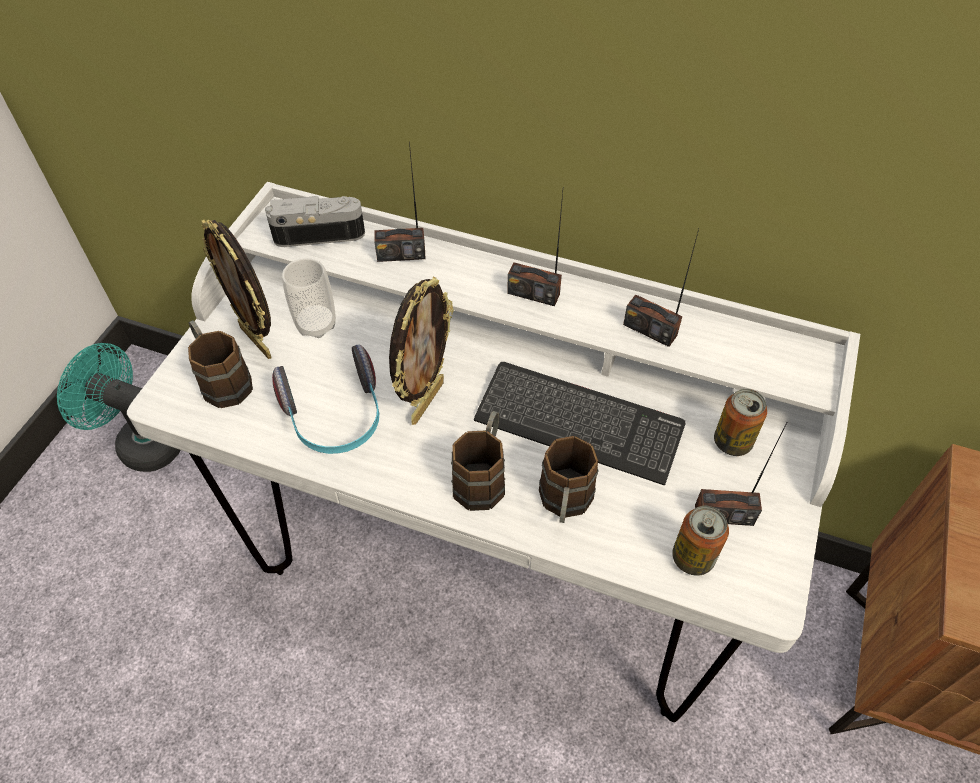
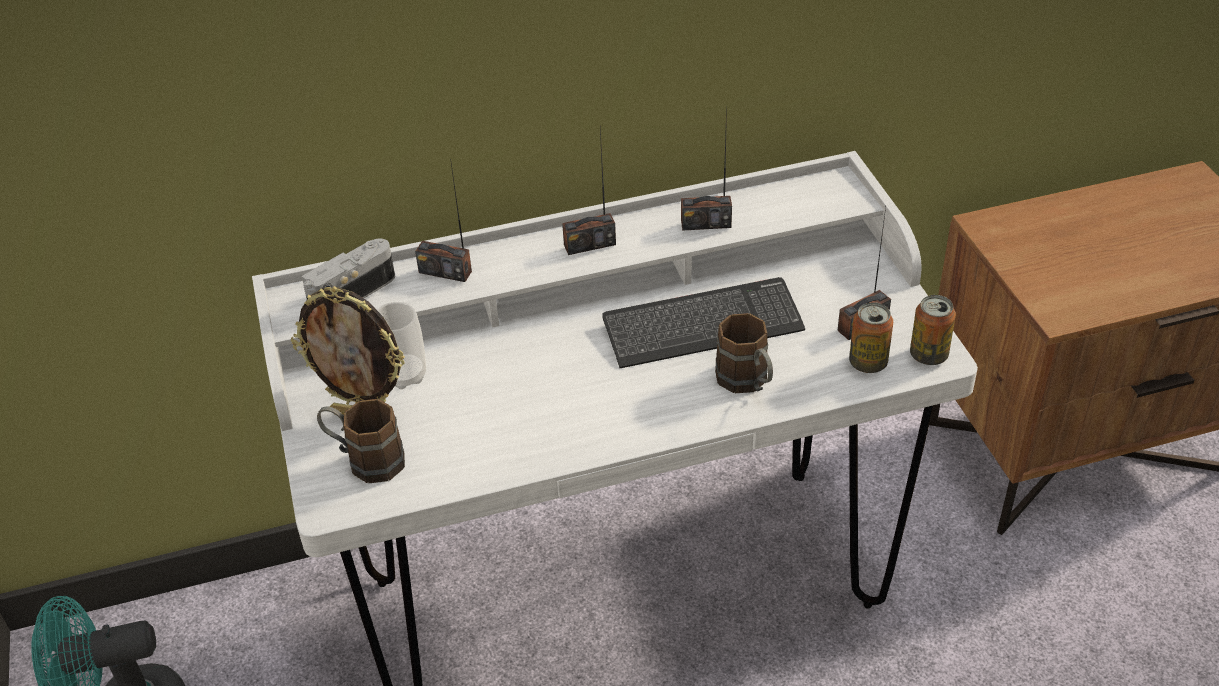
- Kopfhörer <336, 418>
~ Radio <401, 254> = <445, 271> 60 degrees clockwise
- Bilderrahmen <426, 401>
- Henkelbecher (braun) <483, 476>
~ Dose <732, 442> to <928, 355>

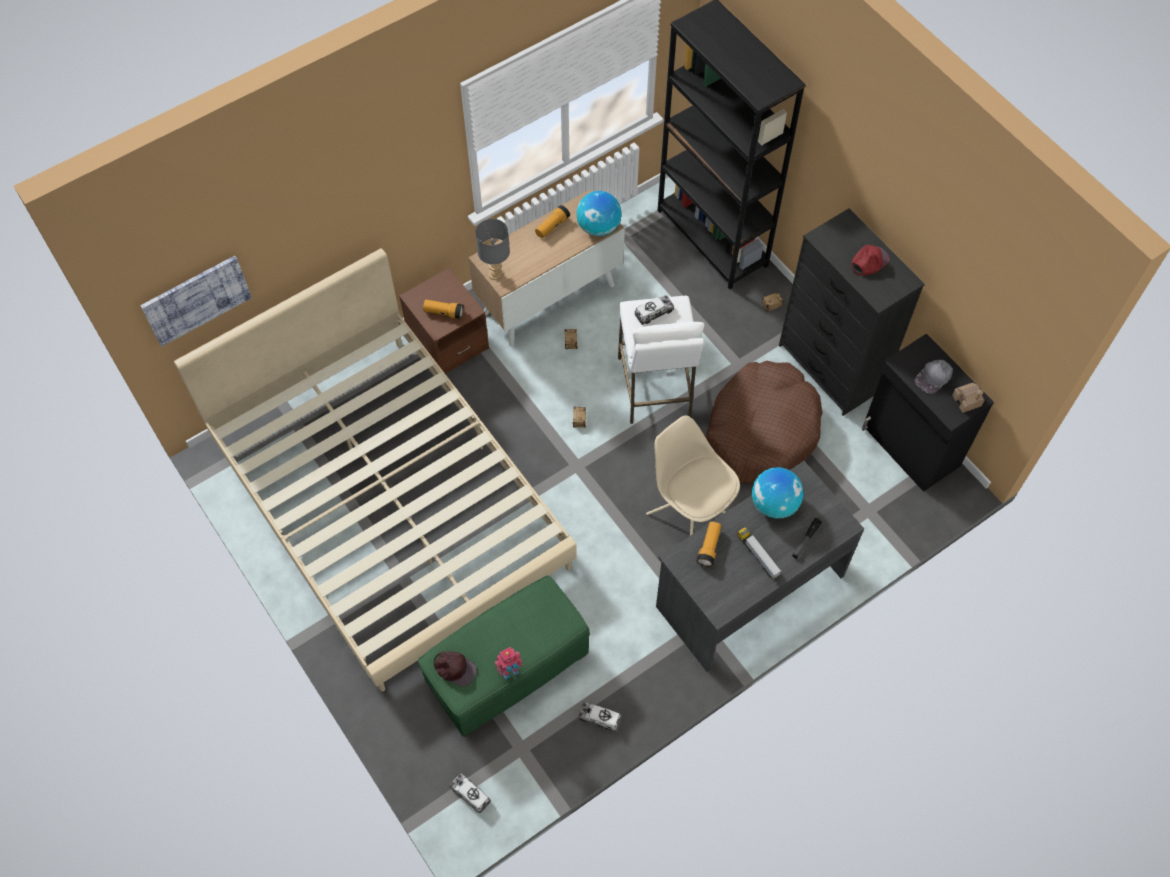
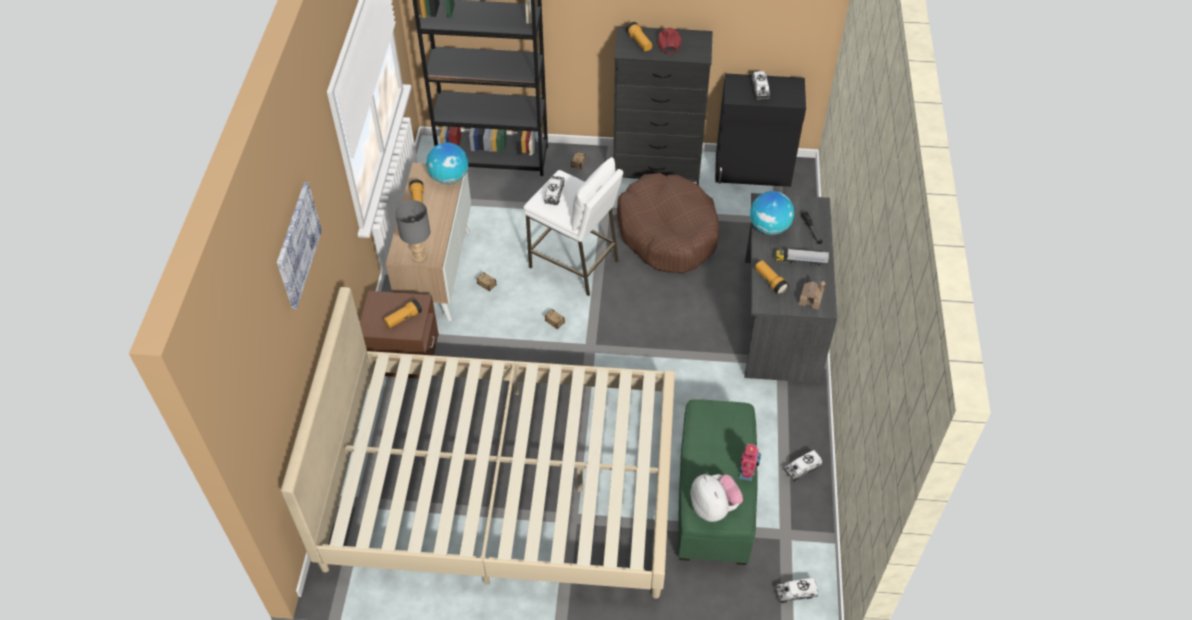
~ Bild <196, 299> to <297, 245>
~ Kappe (braun) <454, 668> to Plüschtier <714, 507>
- Stuhl (beige) <689, 514>
~ Kappe (grau) <934, 377> to Spielzeuglaster <760, 90>
~ Spielzeughaus <966, 401> to <810, 300>
+ Taschenlampe <639, 42>

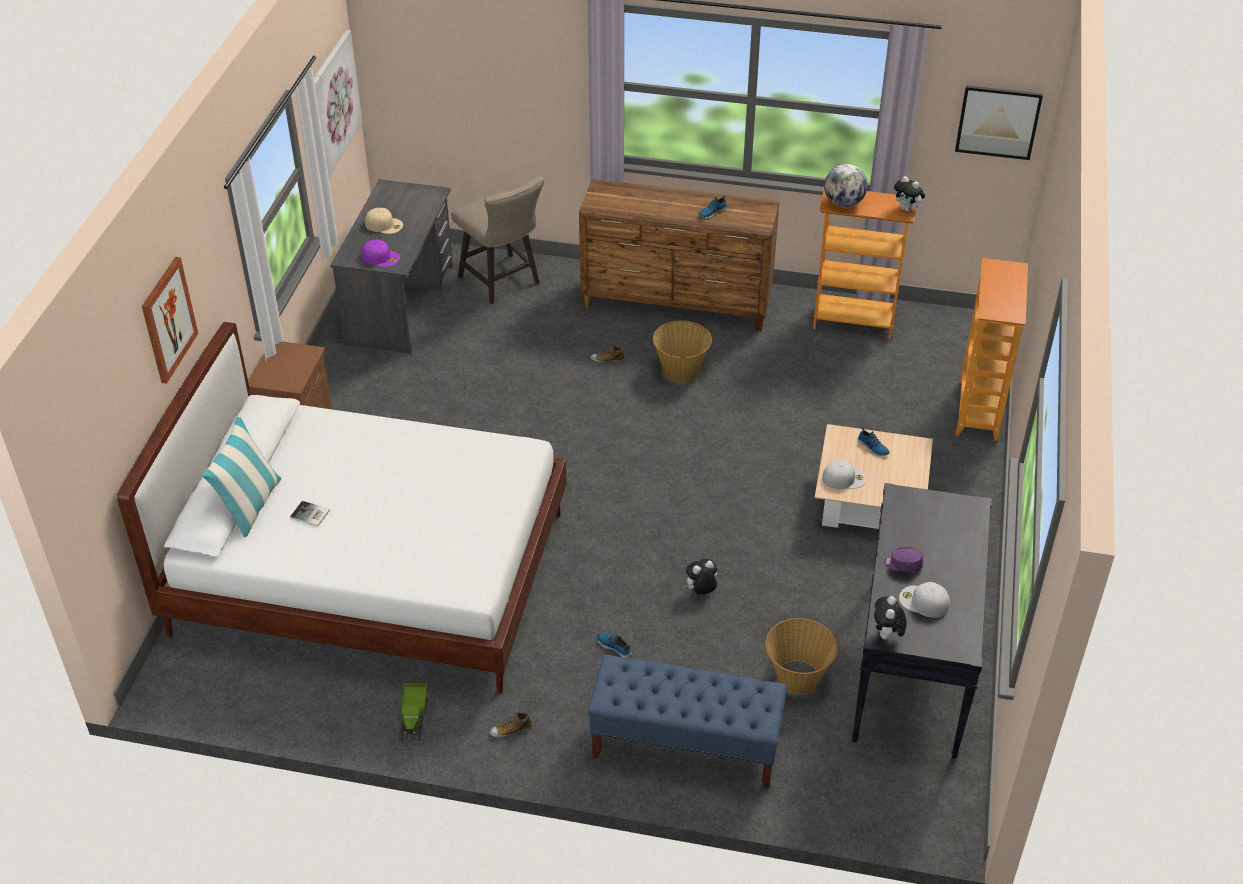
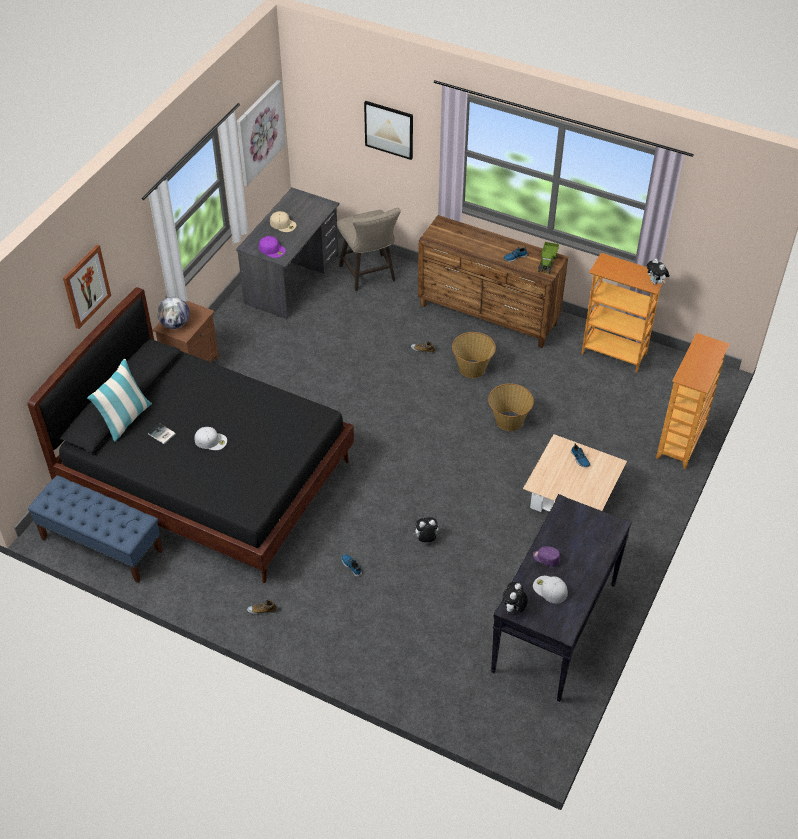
~ Bett (weiß) <371, 572> to Bett (schwarz) <207, 477>
~ Spielzeuglaster <414, 717> to <547, 262>
~ Bank (blau) <685, 746> to <101, 545>
~ Korb <797, 677> to <508, 421>
~ Kappe (weiß) <844, 478> to <211, 440>
~ Globus <843, 203> to <175, 324>
~ Bild <998, 122> to <389, 129>

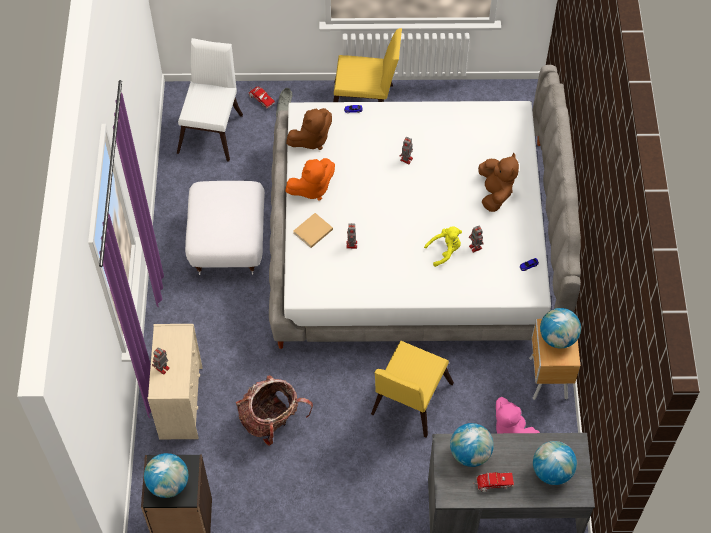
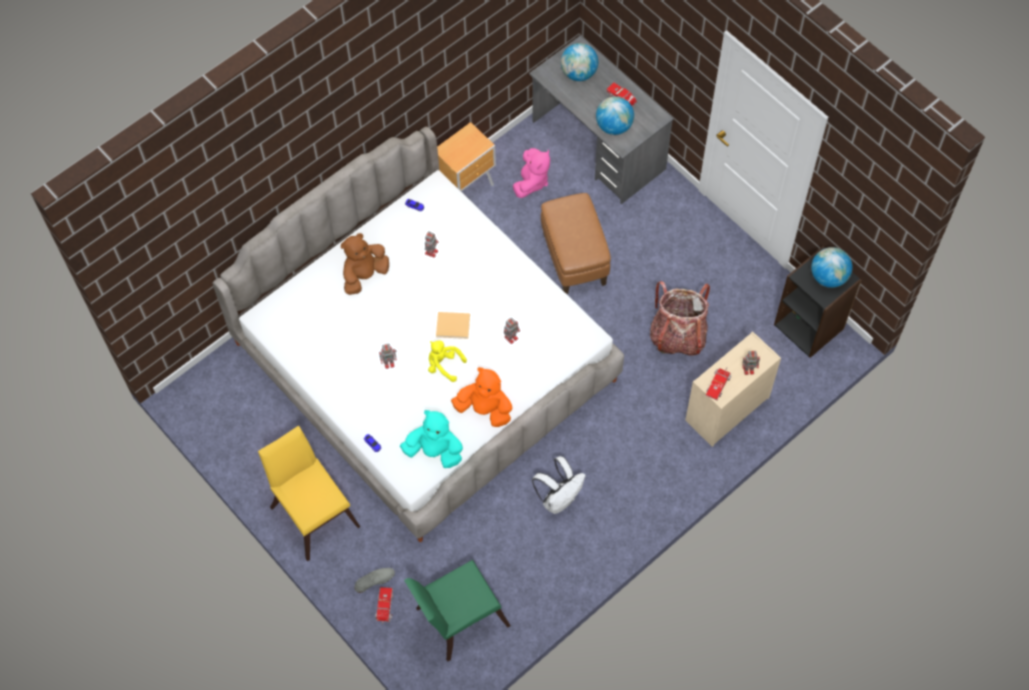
~ Stuhl (weiß) <212, 129> to Stuhl (grün) <456, 619>
~ Polsterhocker (weiß) <229, 243> to Rucksack (weiß) <559, 498>
~ Plüschtier (braun) <311, 139> to Plüschtier (türkis) <435, 451>
~ Buch (beige) <312, 232> to <454, 326>
~ Stuhl (gelb) <408, 403> to Polsterhocker (braun) <574, 259>
~ Plüschtier (gelb) <445, 251> to <444, 365>
- Globus <558, 337>
+ Spielzeuglaster <718, 384>

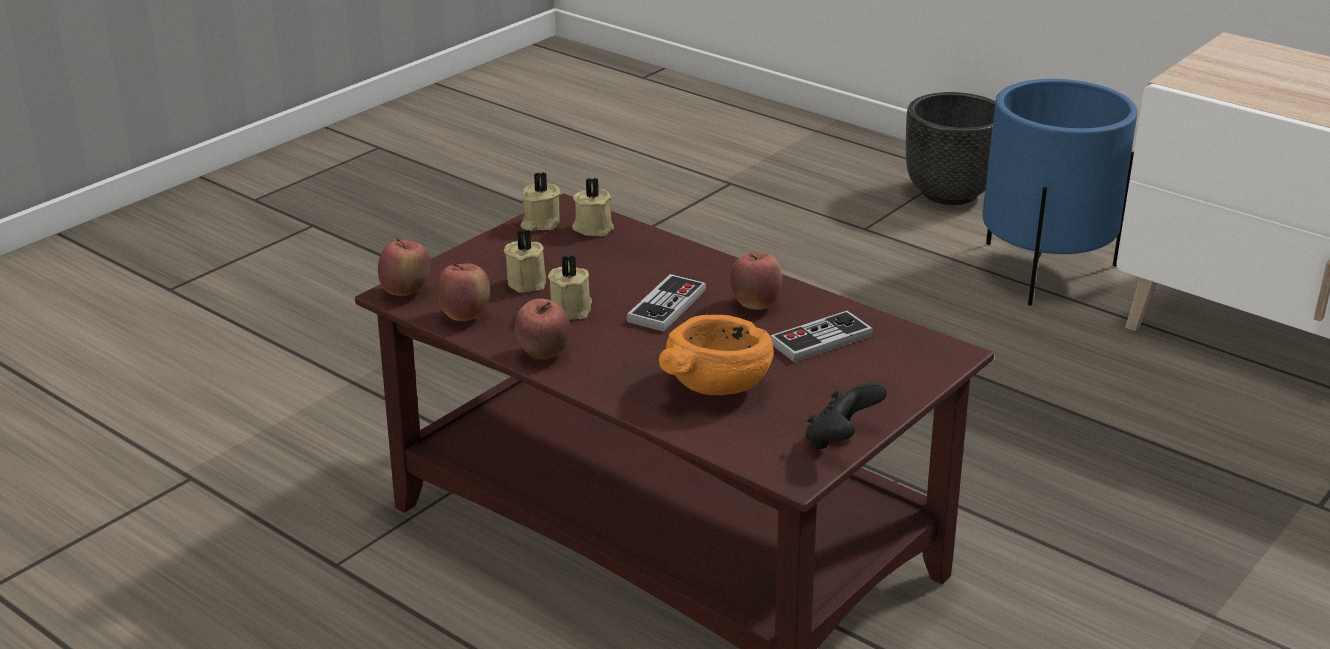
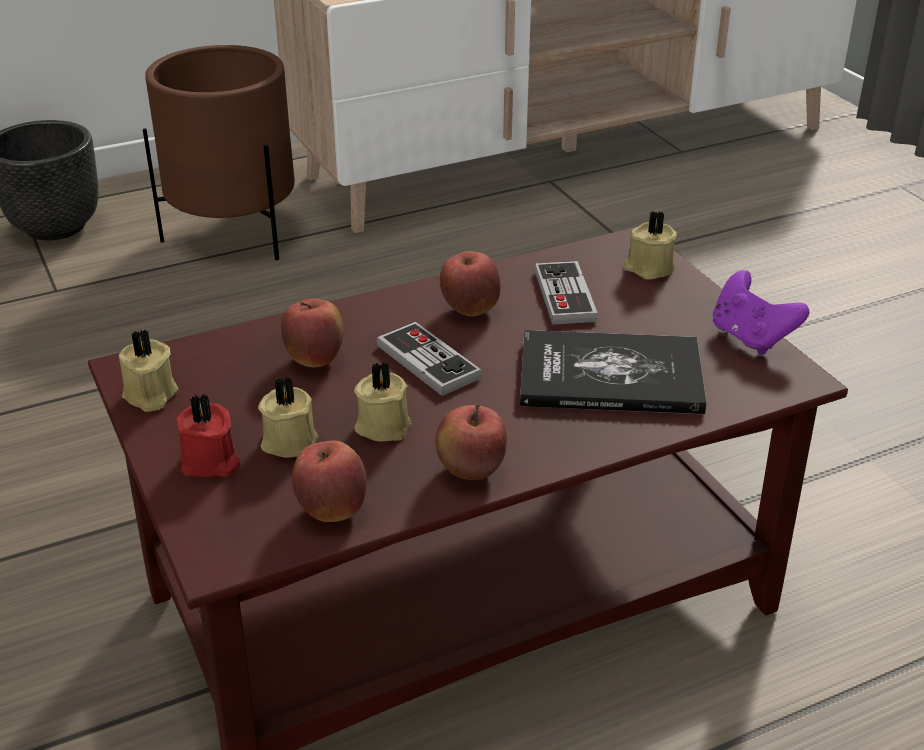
~ Apfel <406, 292> to <315, 360>
~ Kerze (beige) <593, 227> to <648, 268>
~ Schüssel (orange) <716, 384> to Buch <610, 376>
~ Gamepad (schwarz) <841, 440> to Gamepad (lila) <750, 338>
~ Pflanzkübel (blau) <1044, 270> to Pflanzkübel (braun) <234, 233>
+ Kerze (rot) <210, 462>

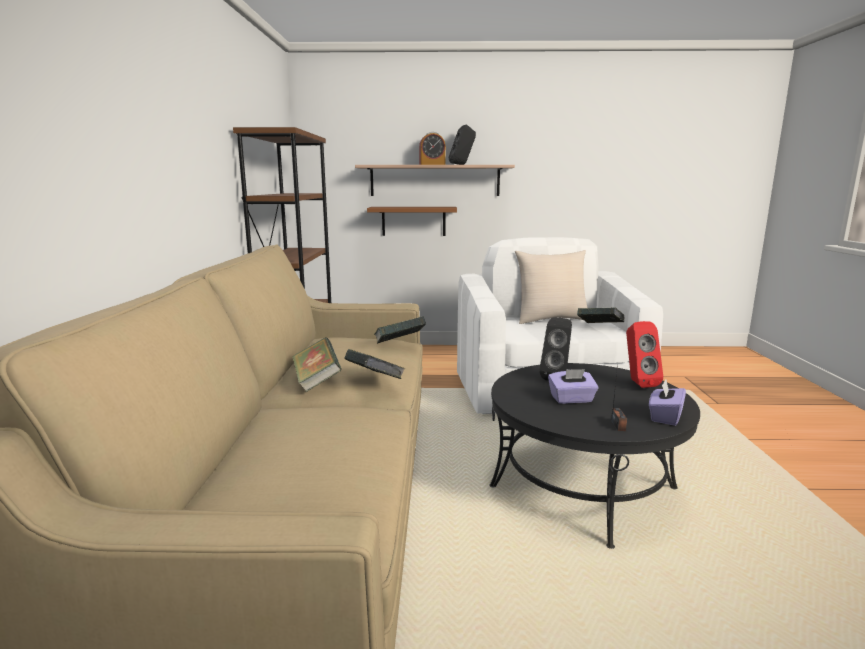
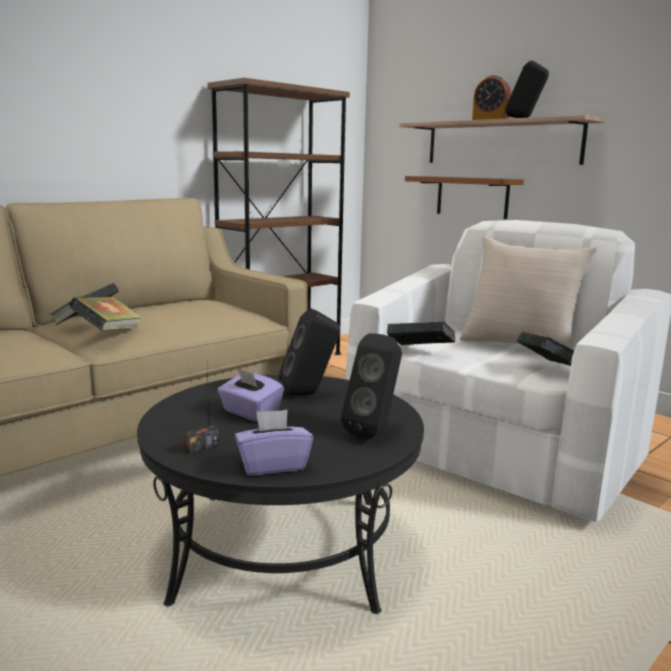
~ Buch <399, 344> to <420, 352>
~ Lautsprecher (rot) <637, 383> to Lautsprecher (schwarz) <375, 431>

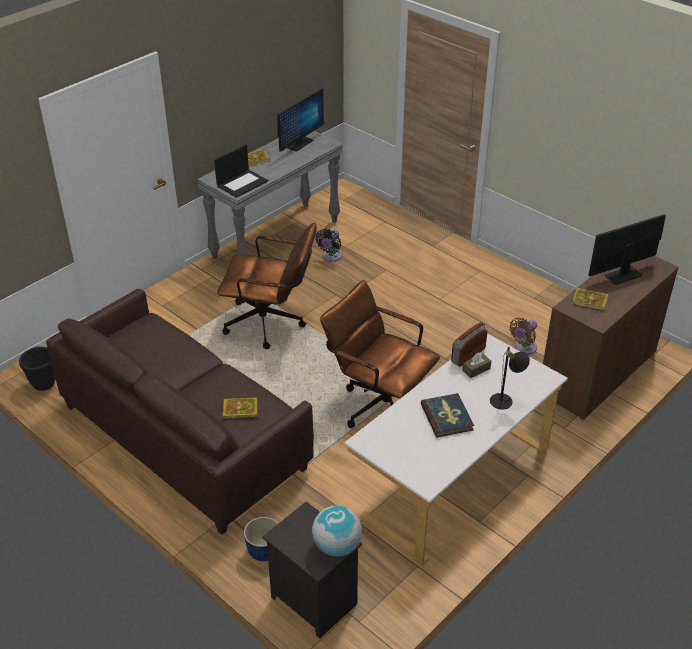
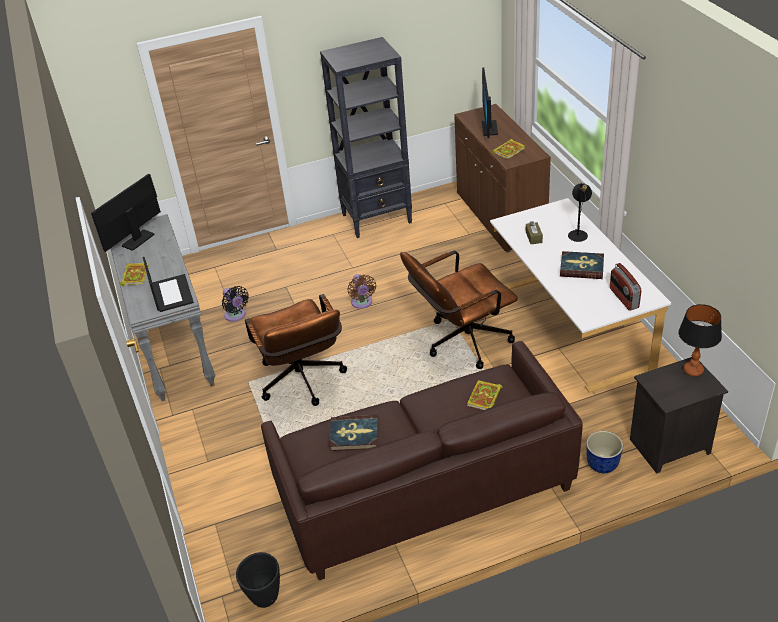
~ Bürostuhl (braun) <271, 323> = <303, 383> 120 degrees clockwise
~ Monitor <299, 144> = <138, 240> 120 degrees counterclockwise
~ Globus <337, 546> to Tischlampe <693, 370>
~ Radio <467, 355> to <623, 298>
~ Ventilator (braun) <523, 348> to <362, 303>
+ Bücherregal (schwarz) <377, 219>
+ Buch <354, 435>

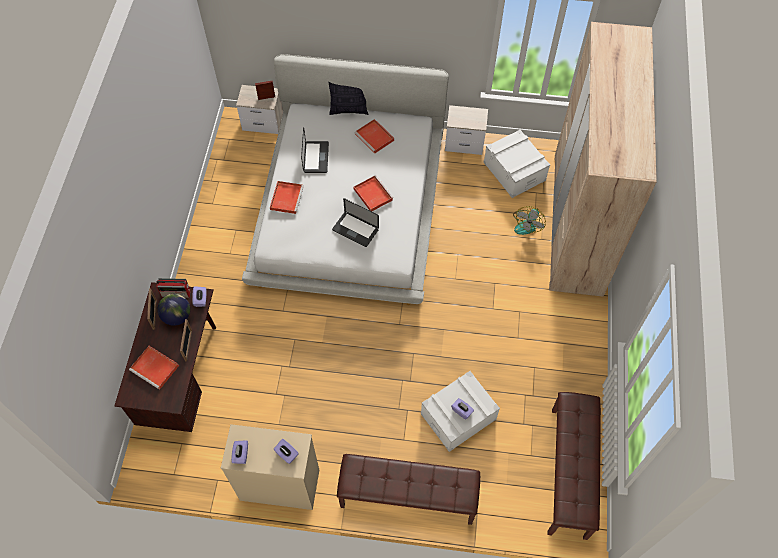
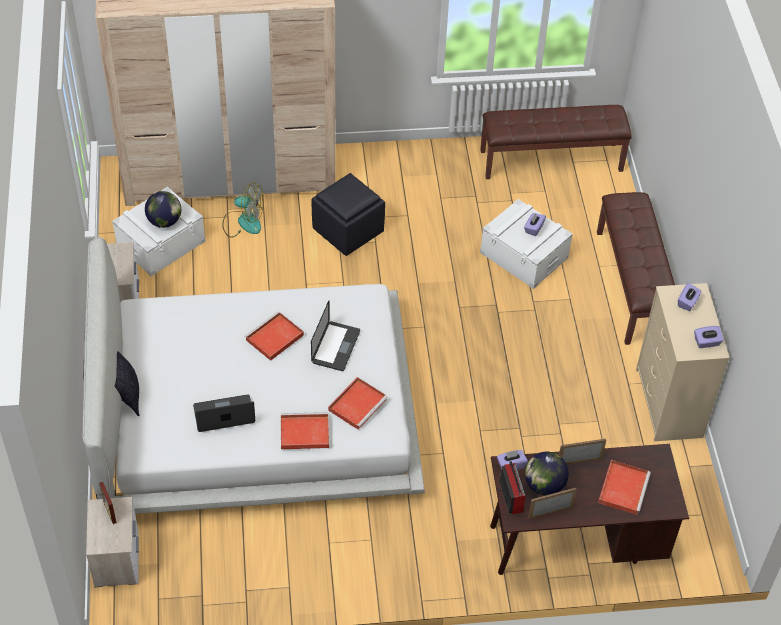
~ Tablett (rot) <375, 137> to <358, 404>
+ Globus <164, 221>
+ Polsterhocker (schwarz) <348, 230>

